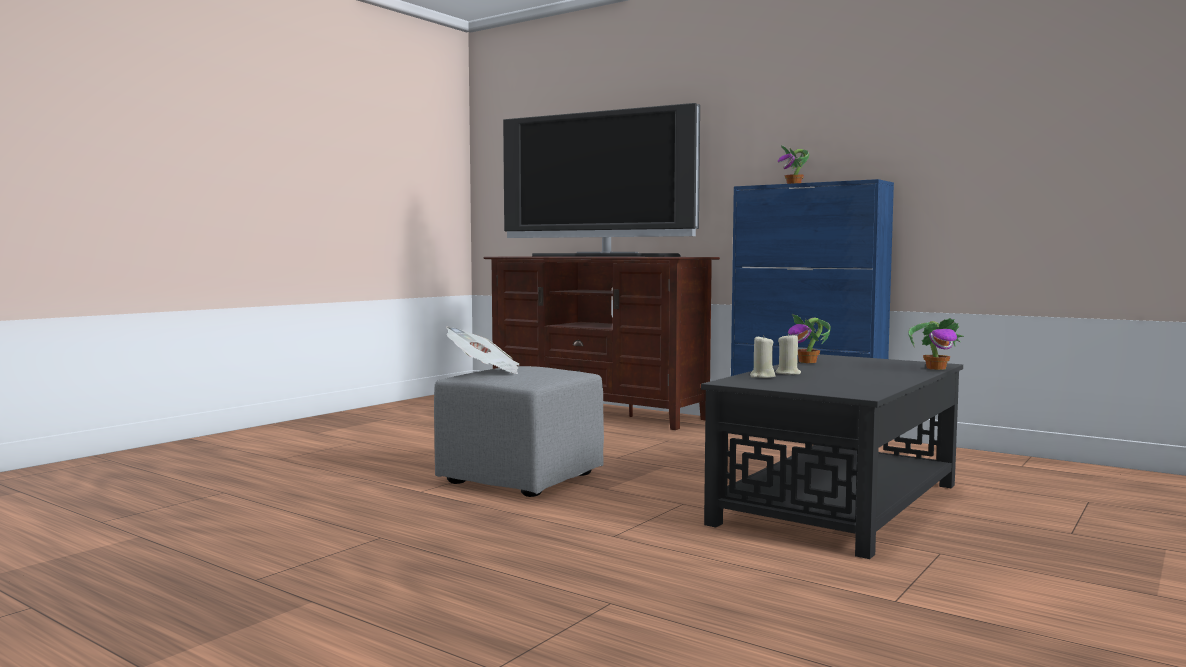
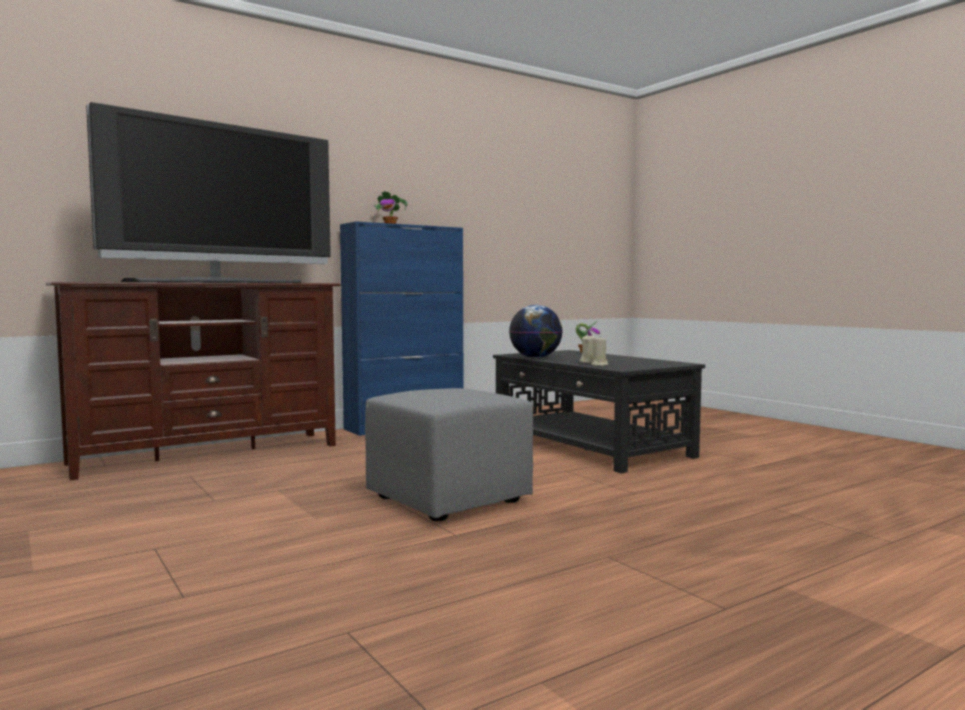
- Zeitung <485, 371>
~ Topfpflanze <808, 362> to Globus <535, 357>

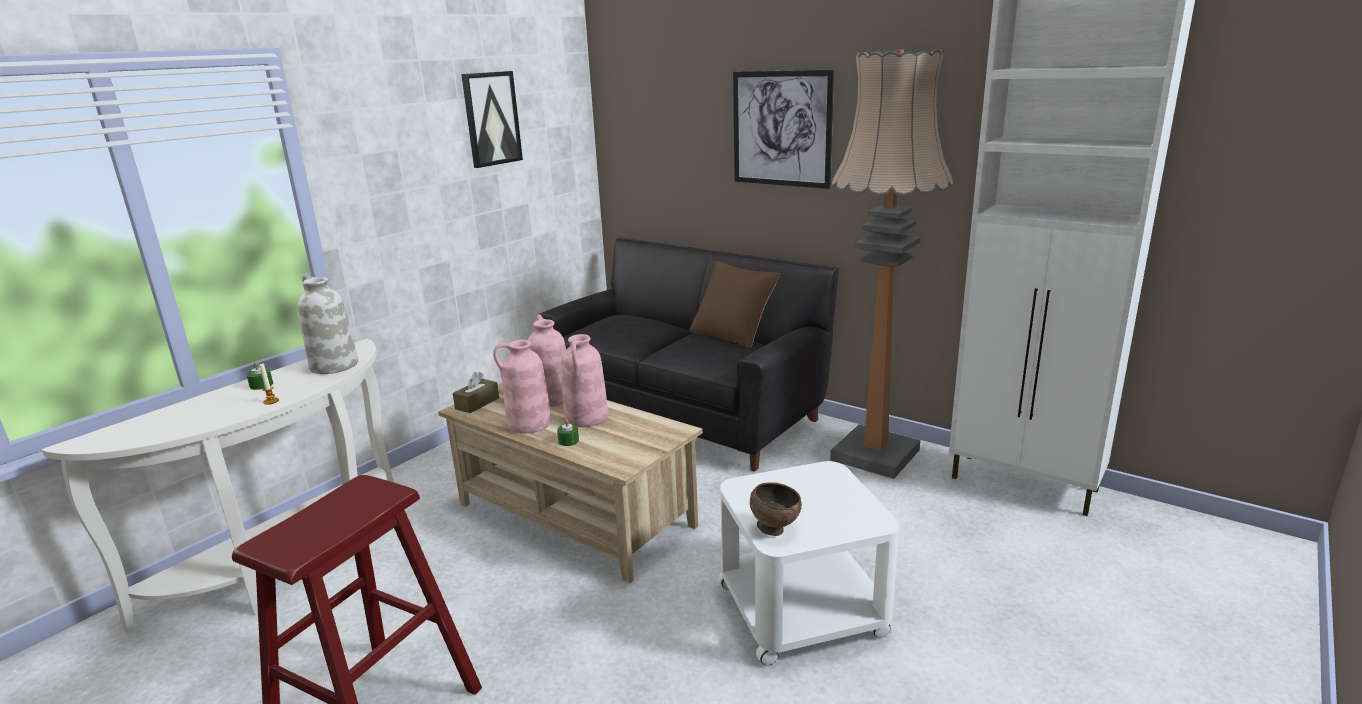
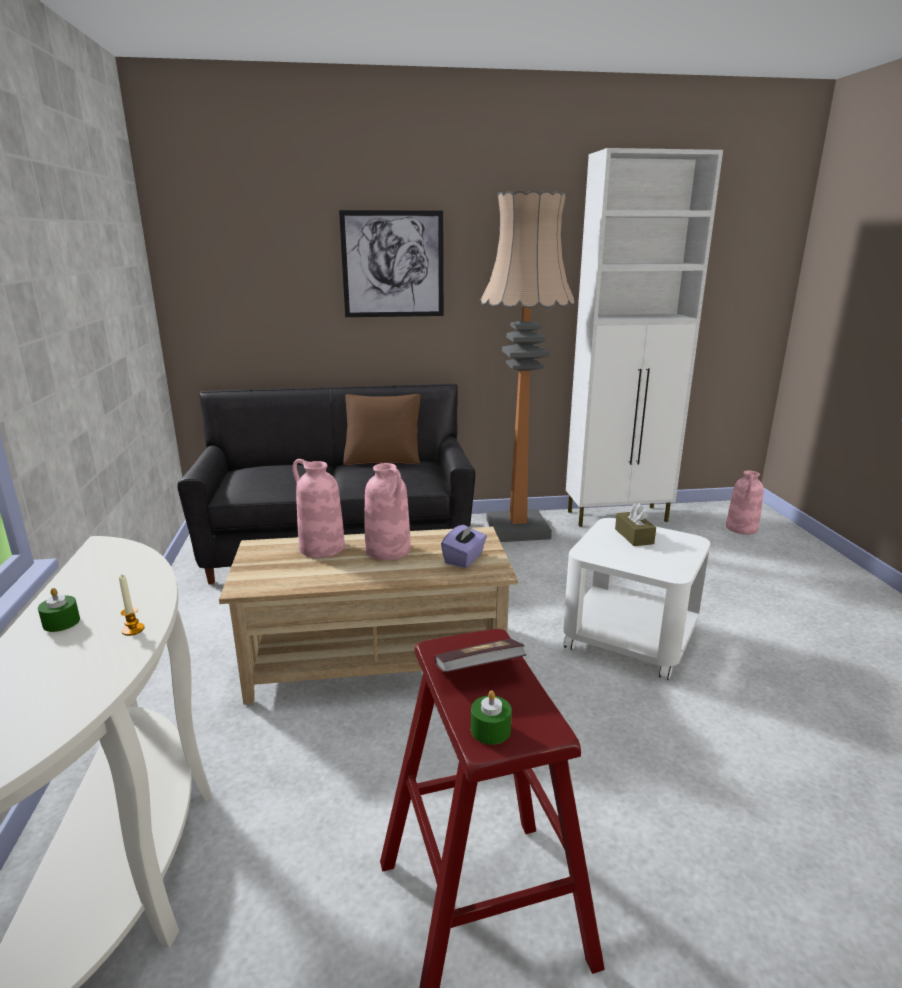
- Vase (weiß) <333, 366>
~ Taschentuchbox (braun) <477, 403> to <634, 536>
- Bild <491, 119>
~ Vase (rosa) <528, 424> to <742, 529>
~ Kerze (grün) <568, 441> to <490, 730>
- Schüssel (braun) <774, 529>
+ Buch <478, 671>
+ Taschentuchbox (lila) <464, 558>

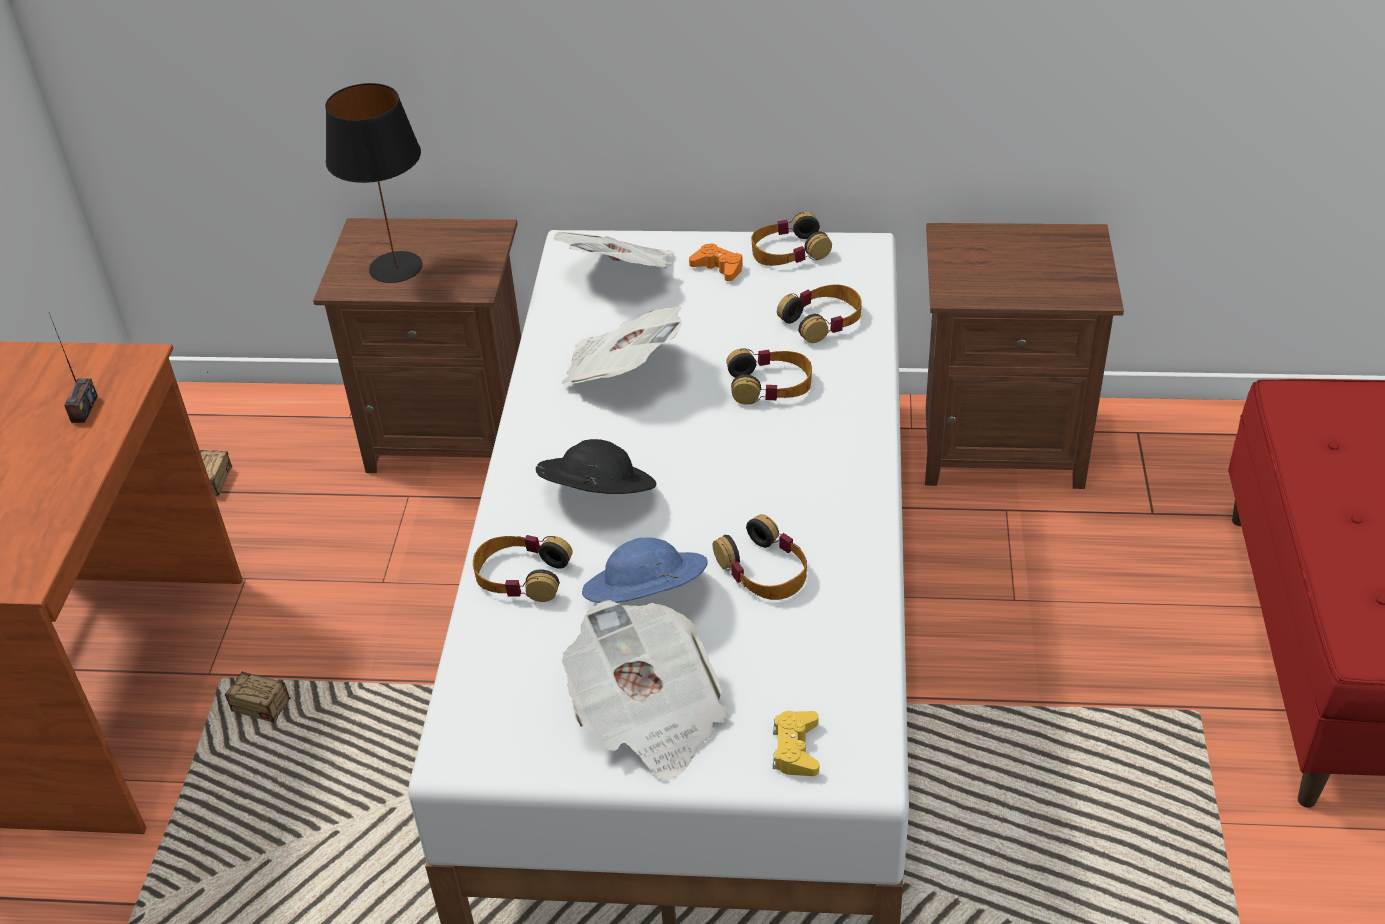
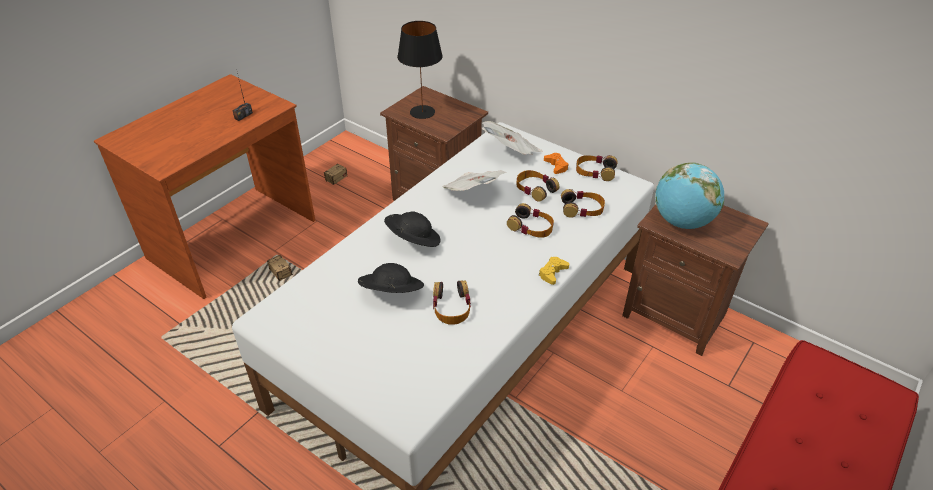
~ Kopfhörer <521, 576> to <535, 189>
- Zeitung <648, 716>
~ Hut (blau) <646, 598> to Hut (schwarz) <391, 294>
~ Gamepad (gelb) <795, 749> to <552, 273>
+ Globus <682, 222>

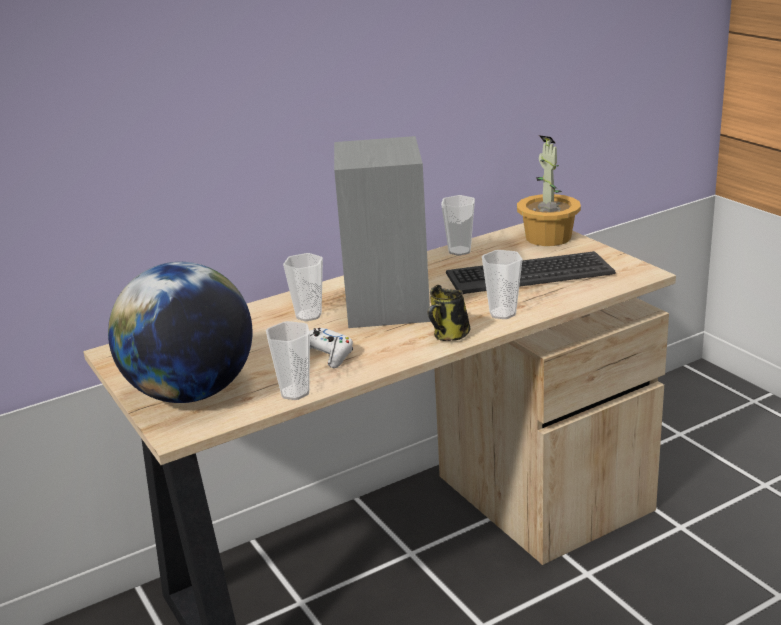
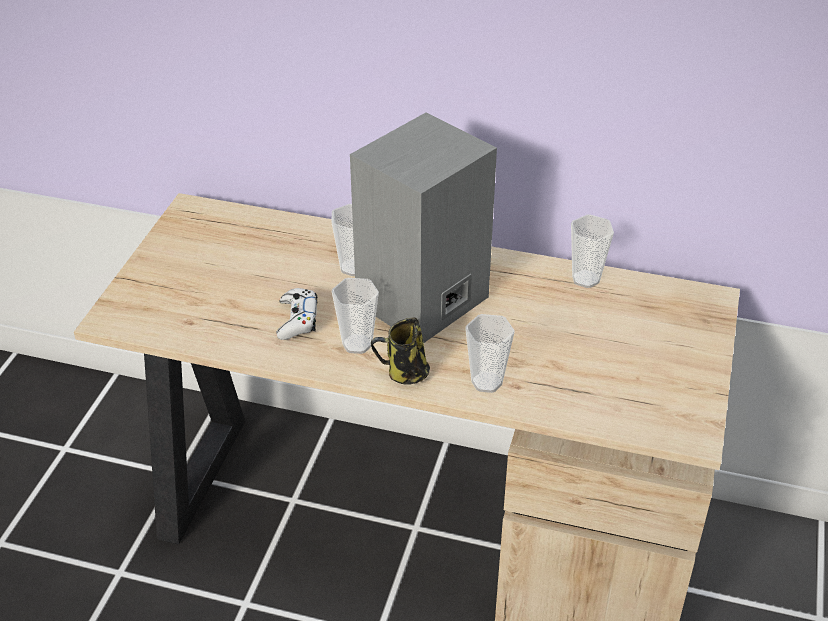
- Globus <191, 393>
~ Tasse <295, 392> to <357, 344>
- Tastatur <529, 274>
- Topfpflanze <547, 238>

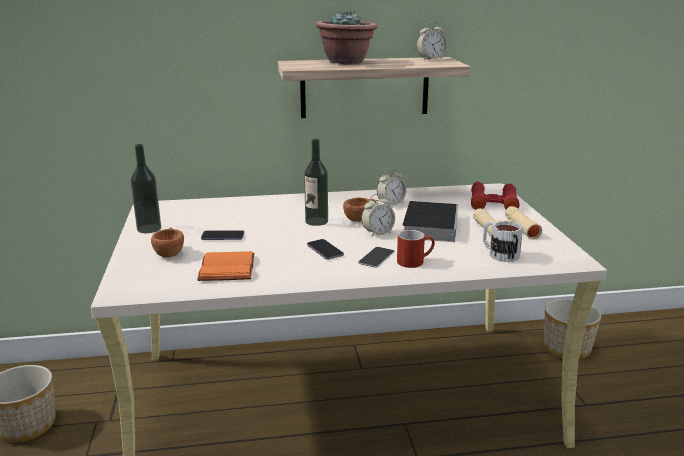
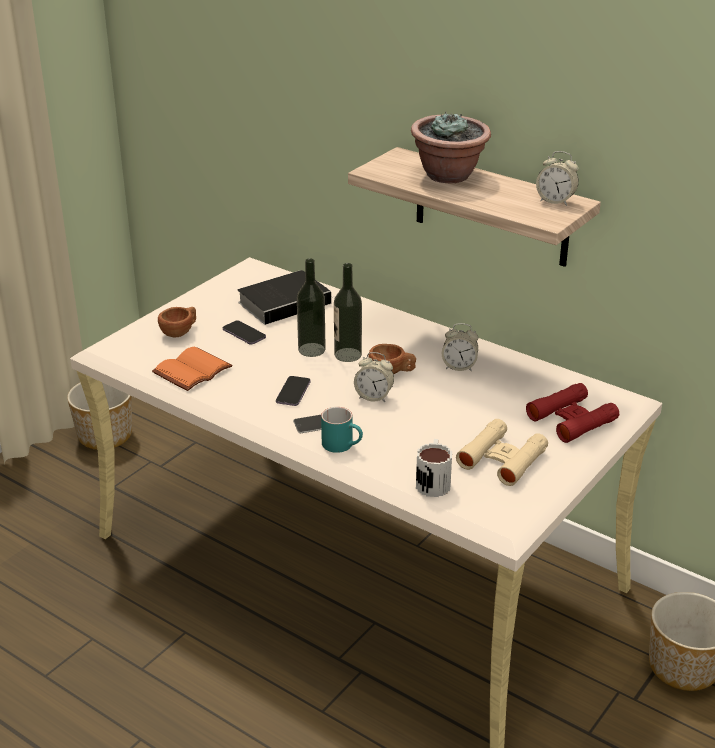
~ Flasche <149, 228> to <311, 350>
~ Henkelbecher (rot) <415, 261> to Henkelbecher (türkis) <343, 445>
~ Buch <430, 225> to <286, 302>

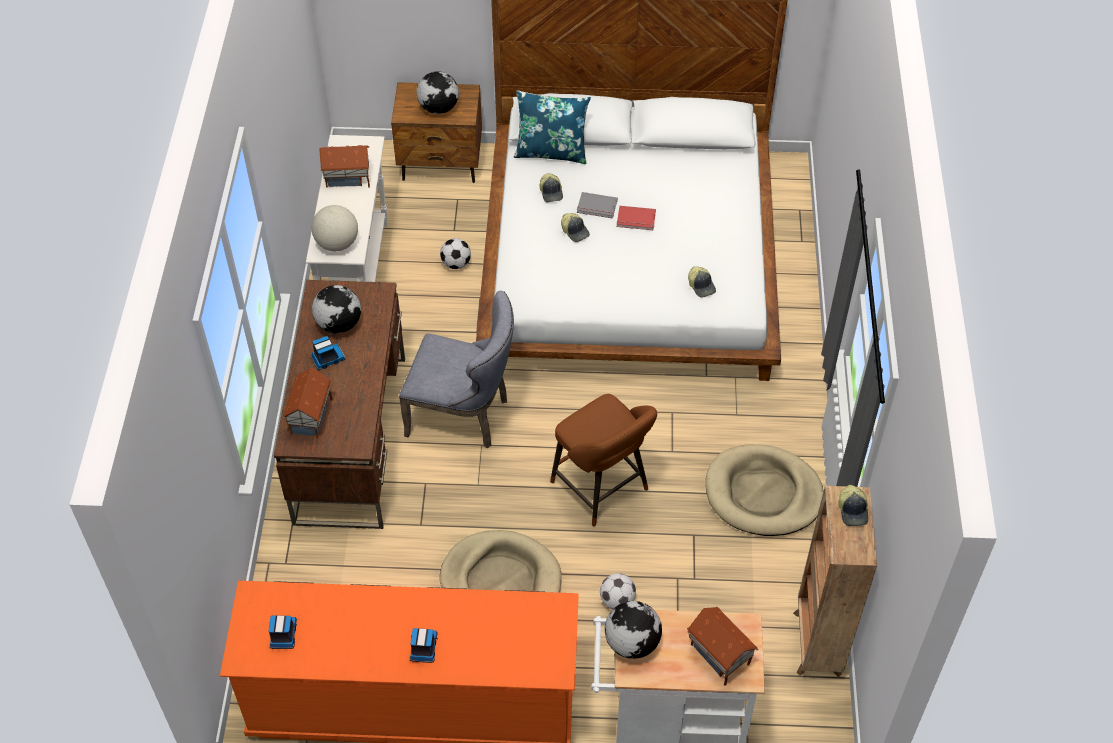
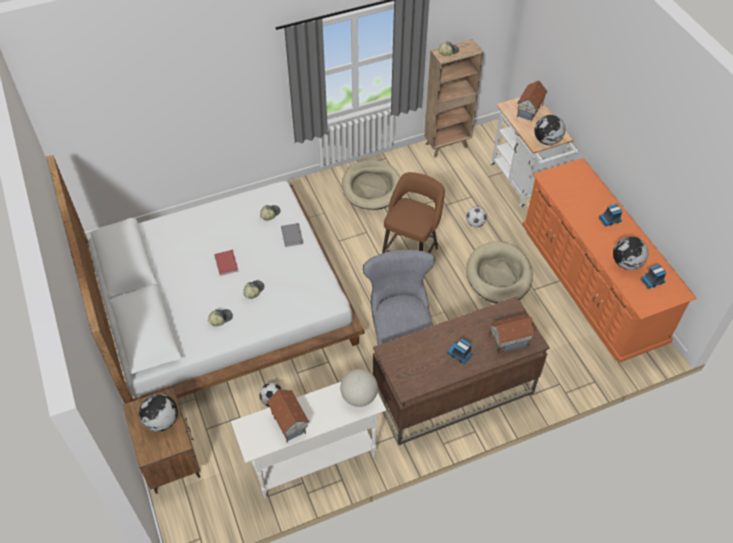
~ Globus <339, 324> to <626, 263>
- Kissen (blau) <551, 152>
~ Buch (grau) <597, 207> to <293, 235>

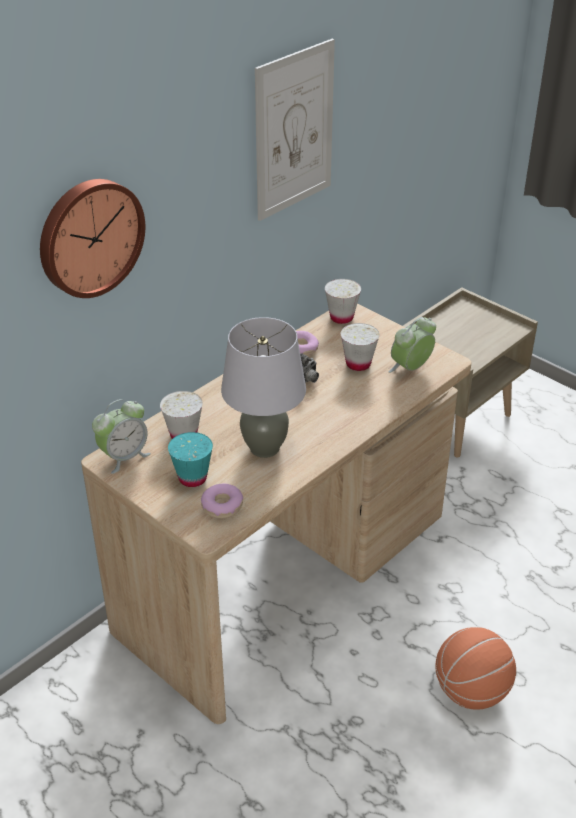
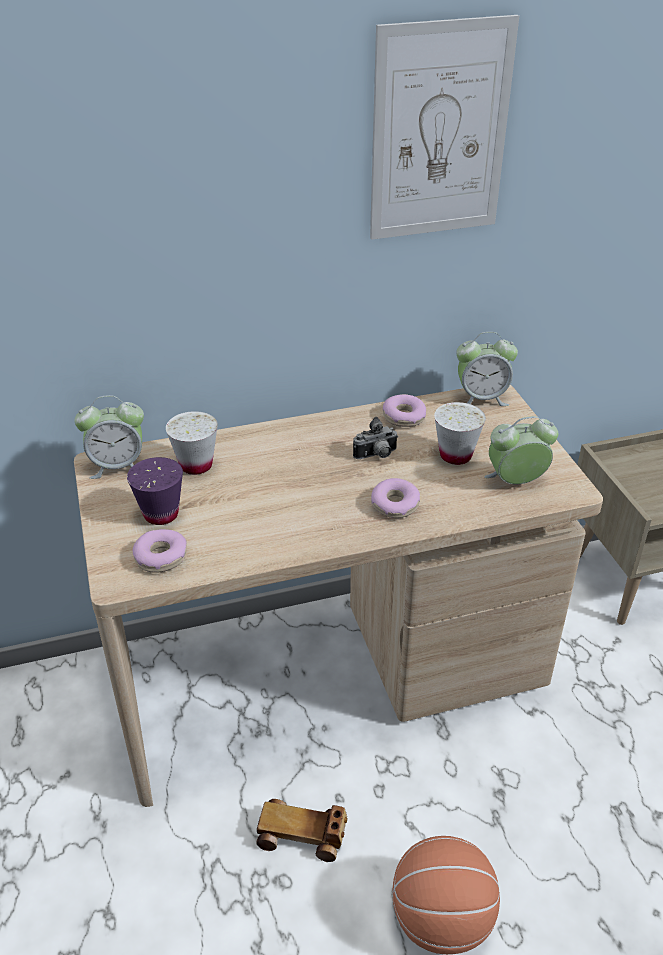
- Wanduhr <89, 236>
~ Tasse (türkis) <192, 478> to Tasse (lila) <161, 514>
- Tischlampe (grau) <264, 447>
~ Tasse (weiß) <341, 317> to Wecker <481, 398>
+ Spielzeugauto <303, 835>
+ Donut <394, 505>

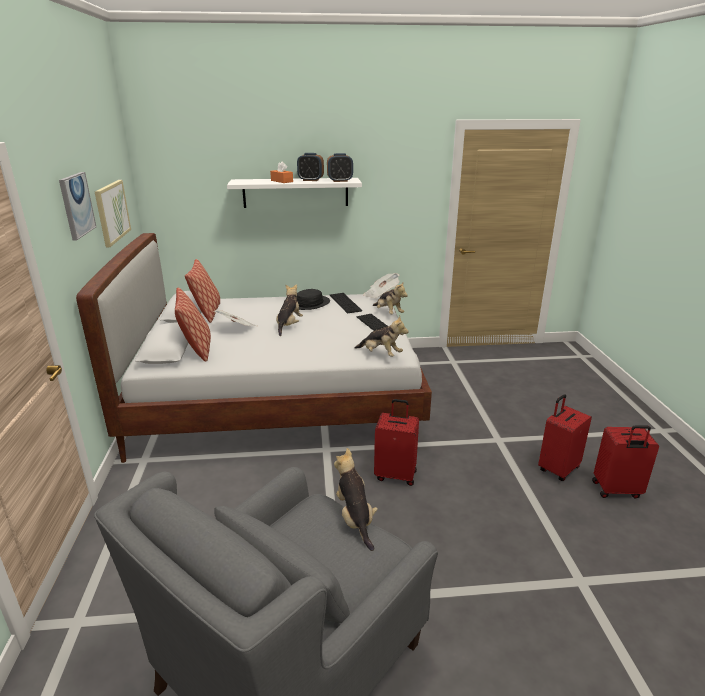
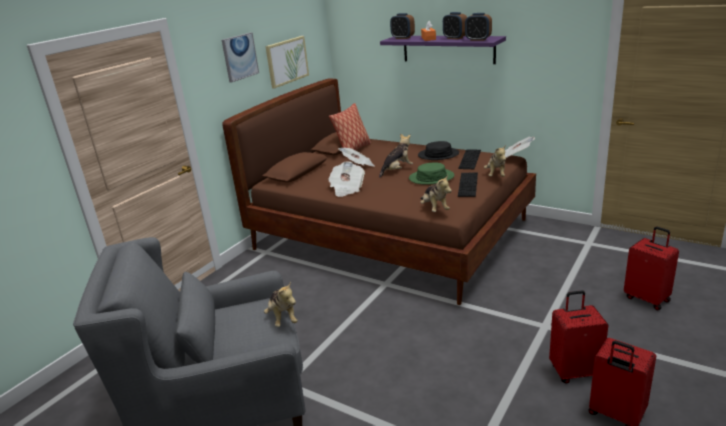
~ Bett (weiß) <278, 399> to Bett (braun) <391, 235>
- Kissen <196, 350>
~ Wandregal (weiß) <295, 192> to Wandregal (lila) <448, 49>
~ Plüschtier <355, 518> = <282, 318> 135 degrees clockwise
~ Koffer (rot) <396, 474> to <647, 298>
+ Zeitung <346, 189>
+ Wecker <403, 38>
+ Hut (grün) <431, 177>

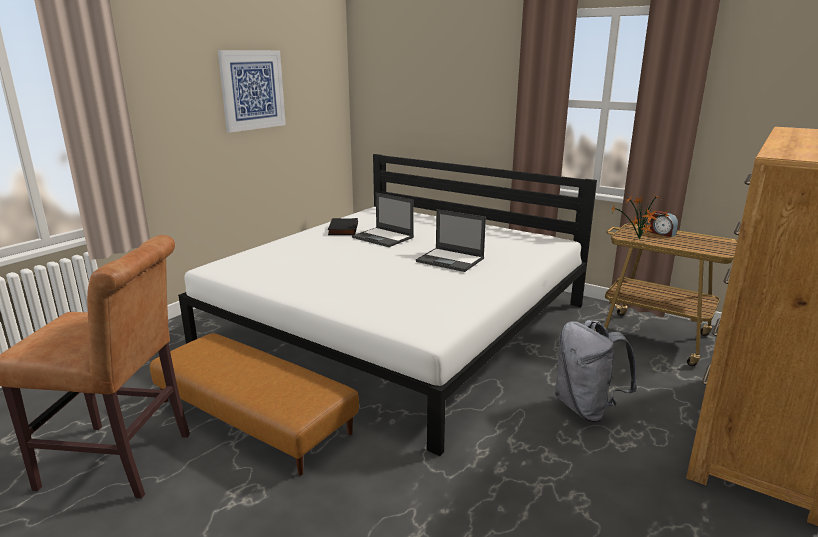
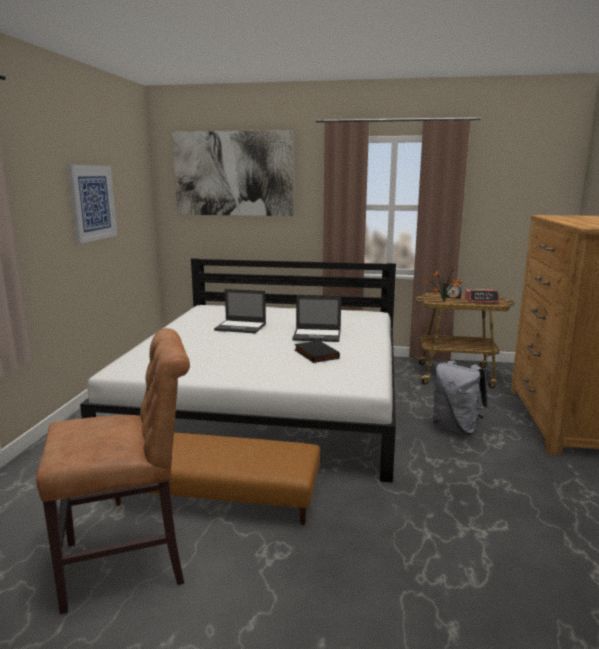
~ Buch (schwarz) <342, 229> to <315, 354>
+ Bild <233, 174>
+ Wecker <481, 300>

